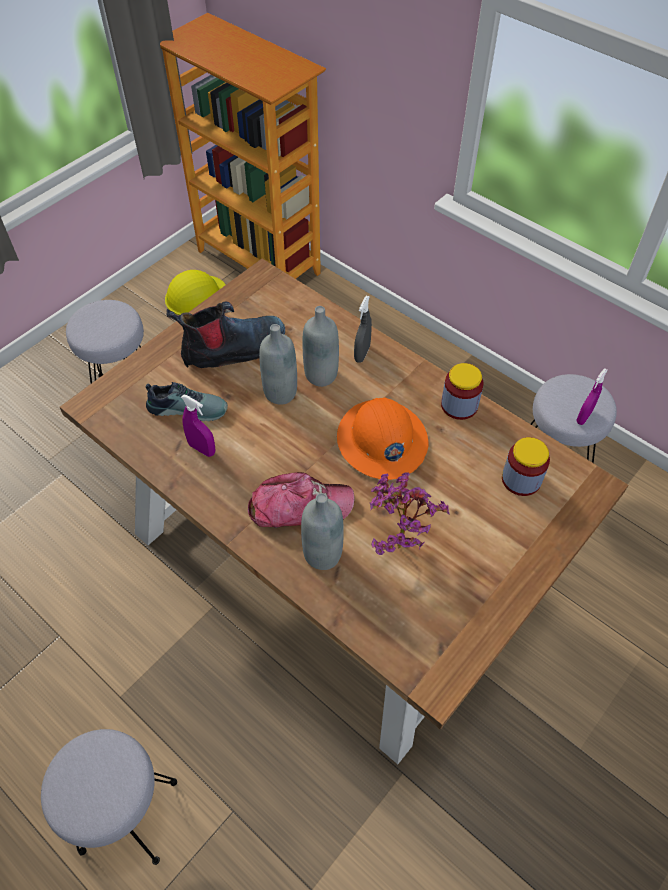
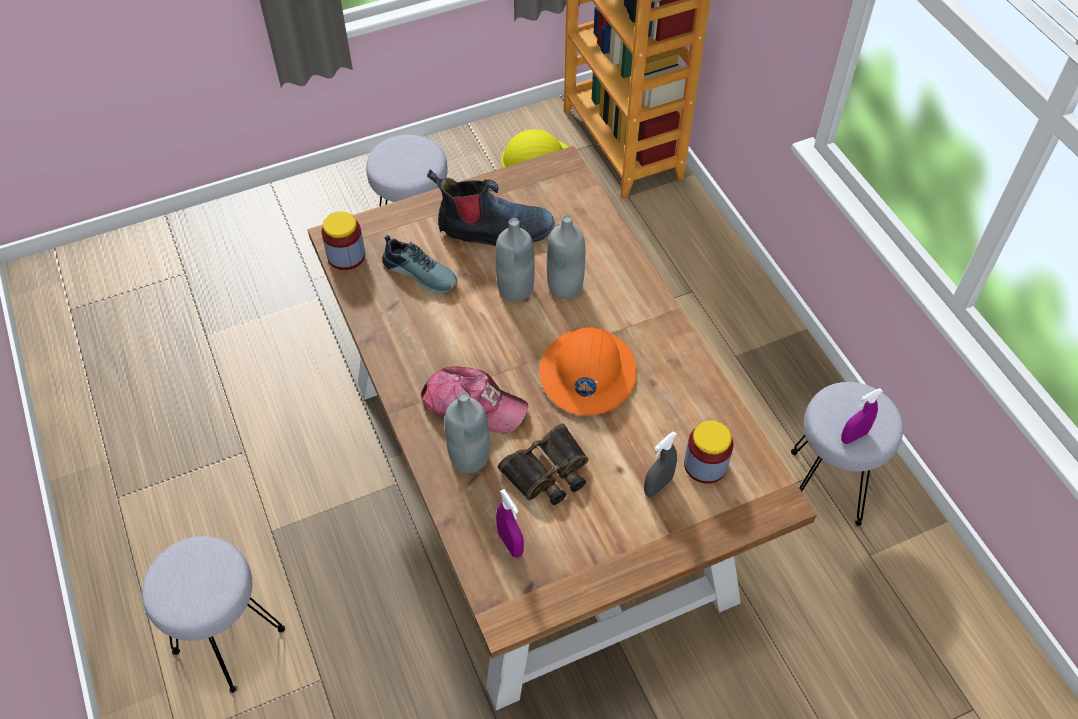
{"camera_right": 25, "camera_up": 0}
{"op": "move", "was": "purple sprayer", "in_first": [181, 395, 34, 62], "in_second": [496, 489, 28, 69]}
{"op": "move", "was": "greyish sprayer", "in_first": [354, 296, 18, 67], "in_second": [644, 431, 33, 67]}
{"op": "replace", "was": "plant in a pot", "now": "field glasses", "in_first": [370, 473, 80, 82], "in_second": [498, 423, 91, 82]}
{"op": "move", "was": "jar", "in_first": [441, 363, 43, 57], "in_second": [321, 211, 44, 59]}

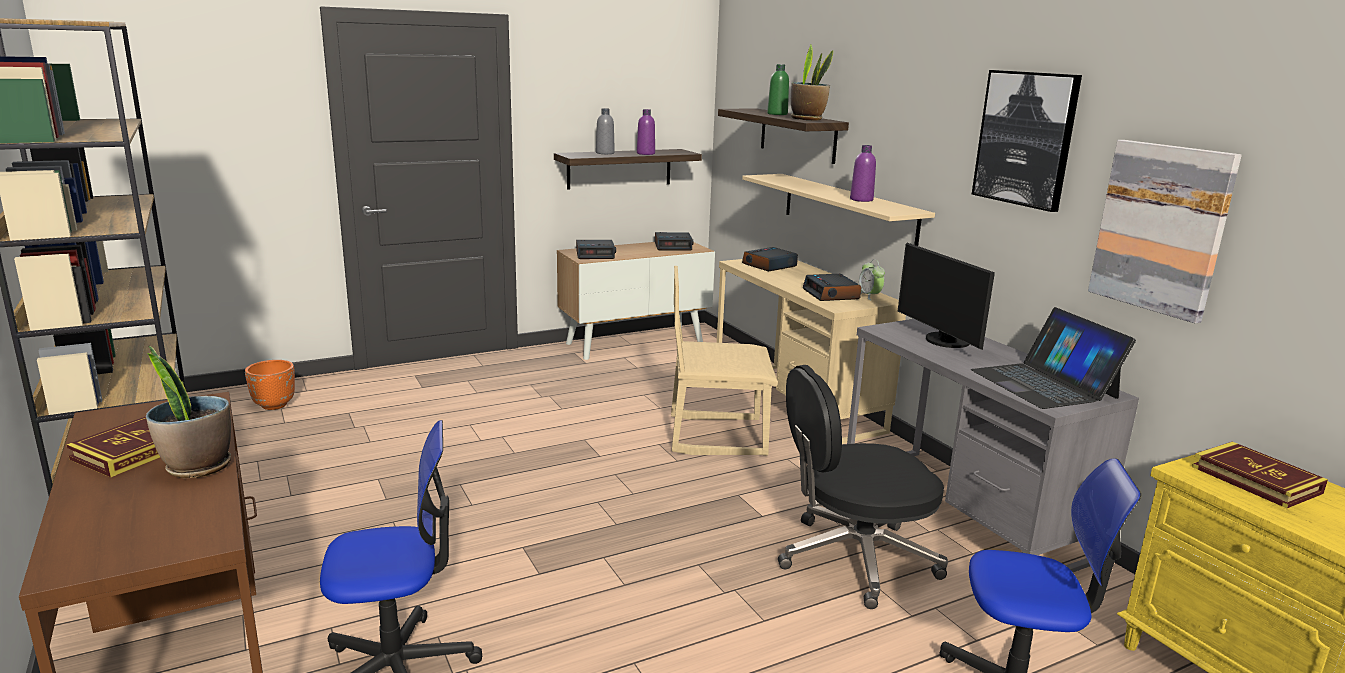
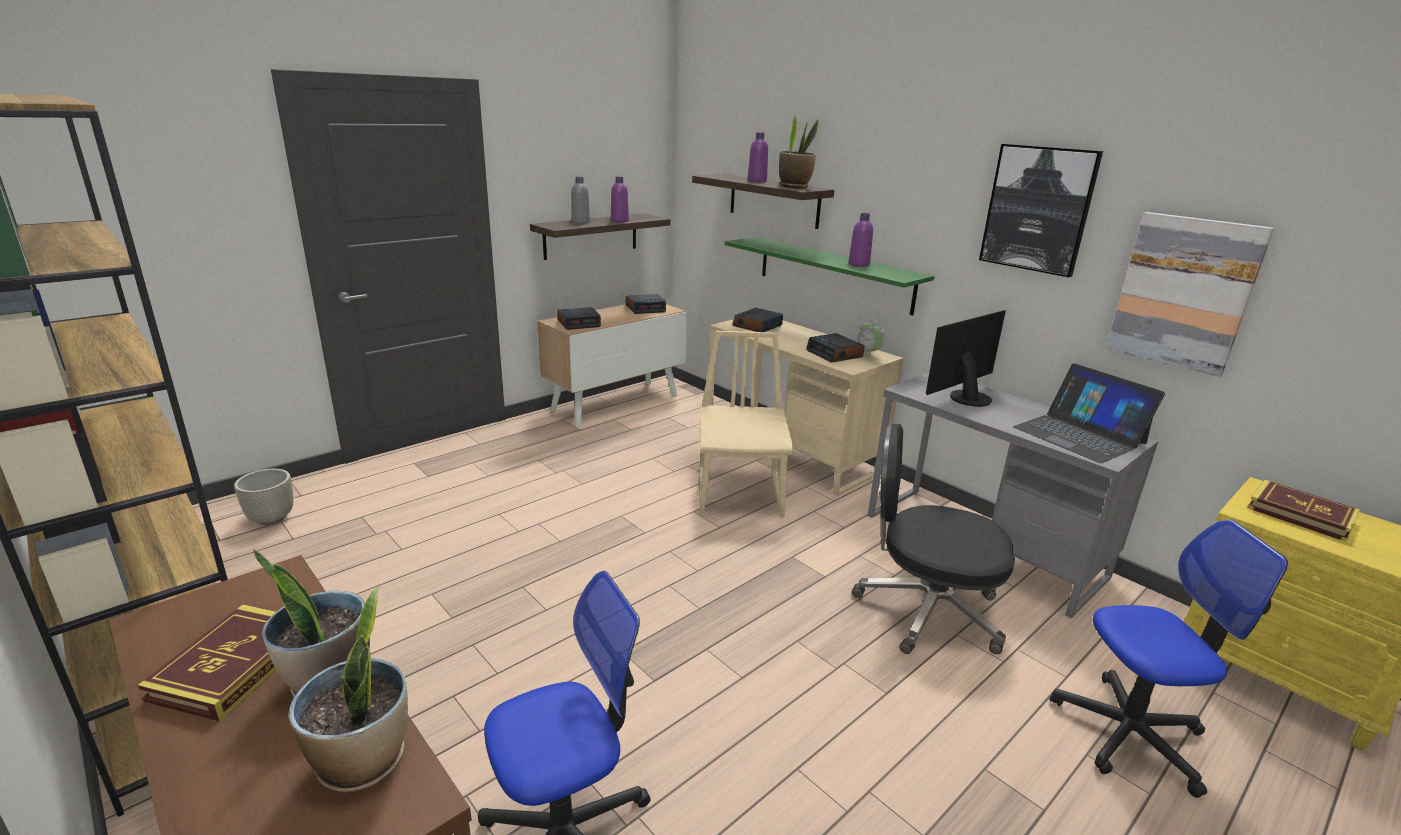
{"camera_right": -15, "camera_up": 5}
{"op": "recolor", "was": "orange flower pot", "now": "greyish flower pot", "in_first": [245, 360, 50, 50], "in_second": [234, 469, 59, 56]}
{"op": "rotate", "was": "sand-coloured plain chair", "in_first": [671, 266, 107, 190], "in_second": [699, 331, 94, 186], "clockwise": 105}
{"op": "recolor", "was": "sand-coloured wall shelf", "now": "greenish wall shelf", "in_first": [742, 174, 193, 72], "in_second": [724, 237, 211, 78]}
{"op": "recolor", "was": "greenish bottle", "now": "purple bottle", "in_first": [767, 64, 22, 51], "in_second": [748, 132, 20, 50]}
{"op": "rotate", "was": "black office chair", "in_first": [778, 365, 170, 244], "in_second": [852, 424, 163, 230], "clockwise": 45}
{"op": "rotate", "was": "computer display", "in_first": [898, 243, 97, 107], "in_second": [926, 310, 80, 97], "clockwise": 90}
{"op": "insert", "now": "plant in a pot", "in_second": [288, 587, 120, 206]}

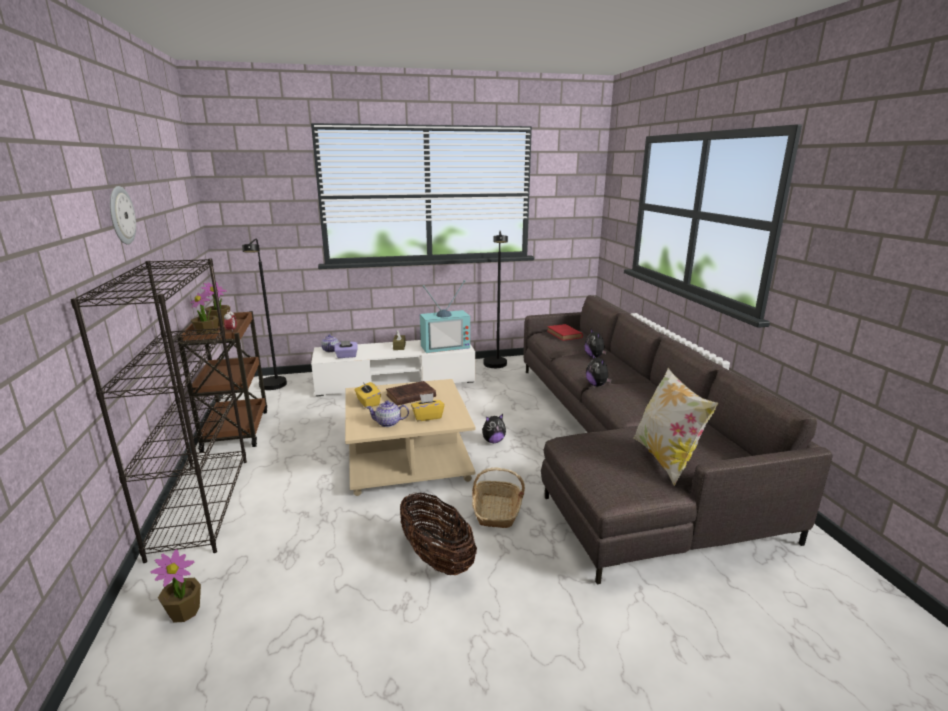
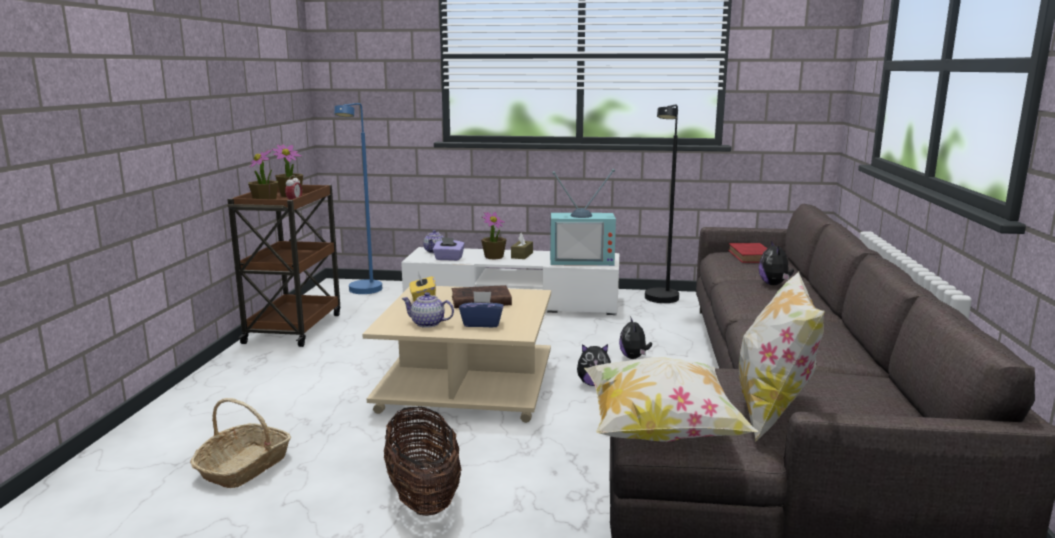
{"camera_right": 20, "camera_up": -5}
{"op": "delete", "was": "black bookcase", "in_first": [70, 259, 177, 304]}
{"op": "delete", "was": "wall clock", "in_first": [110, 186, 26, 59]}
{"op": "move", "was": "plant in a pot", "in_first": [150, 549, 51, 74], "in_second": [481, 212, 26, 48]}
{"op": "recolor", "was": "black standing lamp", "now": "blue standing lamp", "in_first": [242, 239, 45, 151], "in_second": [334, 103, 48, 191]}
{"op": "recolor", "was": "yellow tissue holder", "now": "blue tissue holder", "in_first": [411, 393, 34, 28], "in_second": [459, 291, 45, 36]}
{"op": "move", "was": "storage basket", "in_first": [472, 468, 53, 60], "in_second": [190, 398, 101, 90]}
{"op": "move", "was": "cuddly toy", "in_first": [586, 353, 26, 34], "in_second": [619, 316, 33, 43]}
{"op": "insert", "now": "cushion", "in_second": [584, 357, 175, 85]}

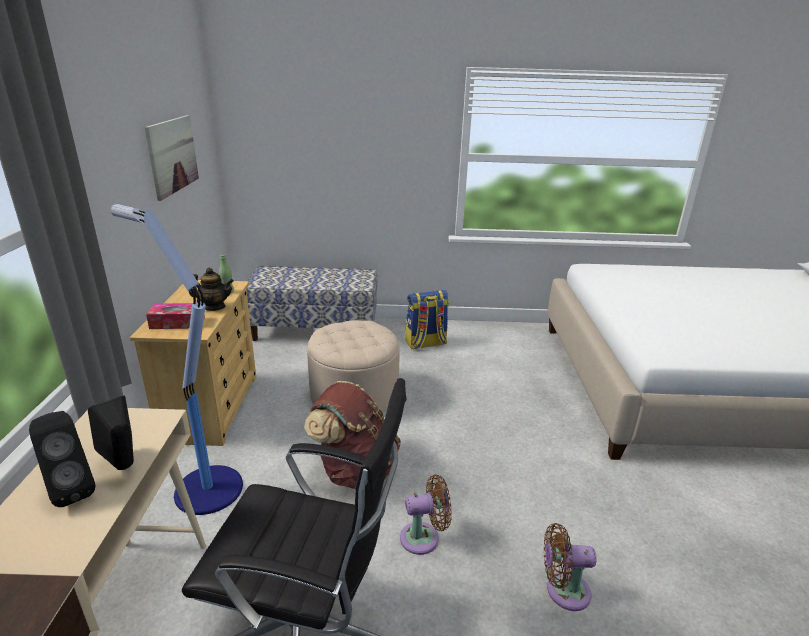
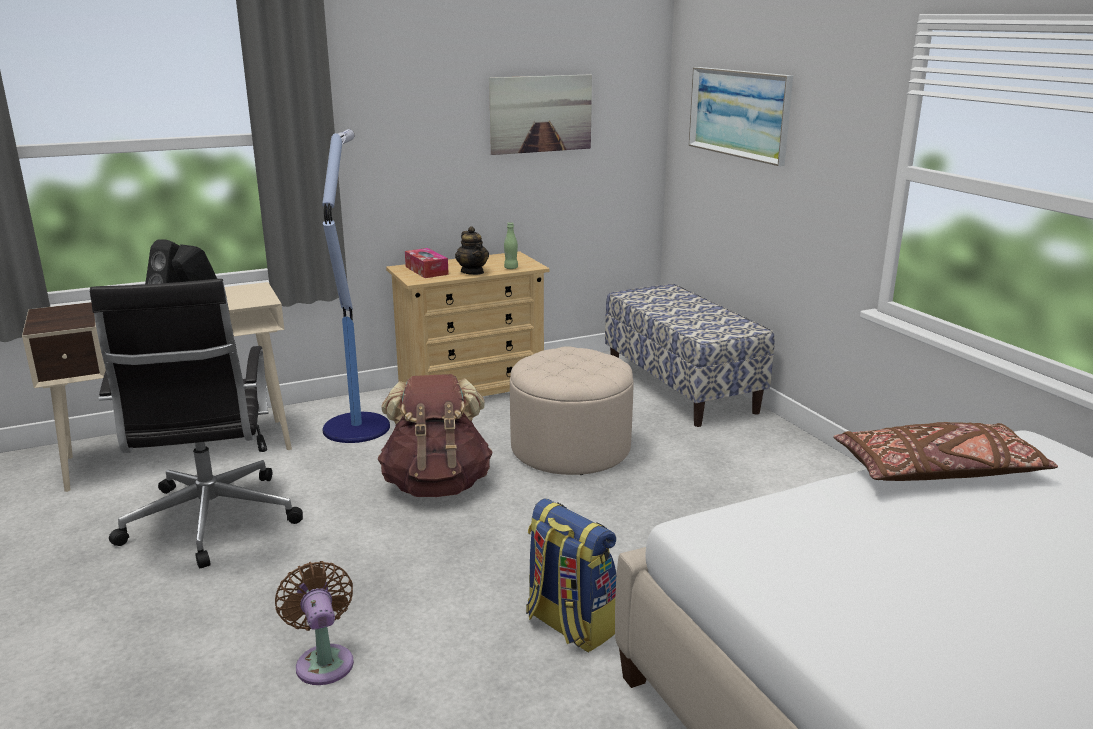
{"camera_right": 65, "camera_up": -5}
{"op": "delete", "was": "brownish electric fan", "in_first": [400, 474, 52, 81]}
{"op": "move", "was": "rucksack", "in_first": [405, 290, 44, 59], "in_second": [526, 498, 90, 154]}
{"op": "insert", "now": "wall art", "in_second": [689, 67, 104, 99]}
{"op": "insert", "now": "brownish cushion", "in_second": [833, 422, 225, 59]}

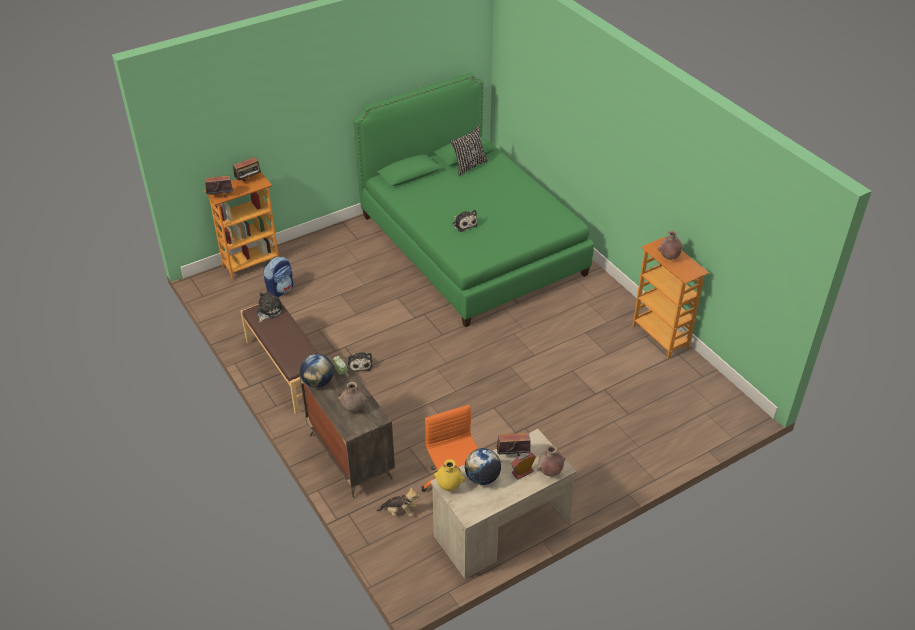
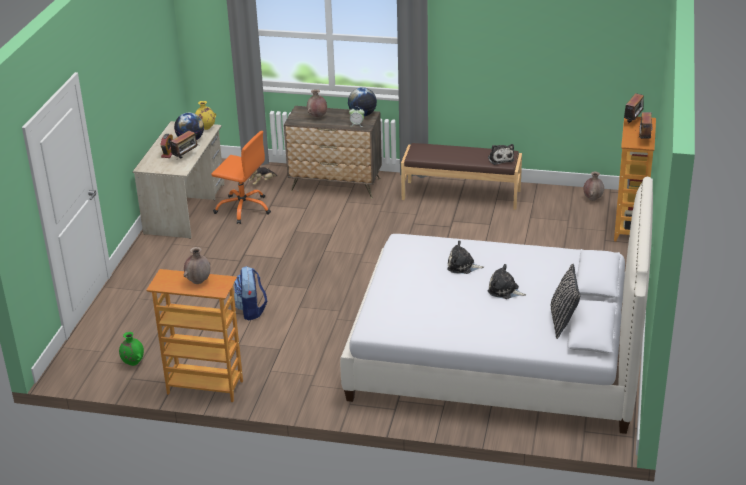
{"camera_right": 135, "camera_up": -10}
{"op": "move", "was": "rucksack", "in_first": [263, 257, 30, 40], "in_second": [234, 266, 34, 54]}
{"op": "move", "was": "cuddly toy", "in_first": [348, 352, 25, 21], "in_second": [488, 264, 38, 35]}
{"op": "recolor", "was": "greenish bedroom bed", "now": "white-coloured bedroom bed", "in_first": [353, 73, 241, 254], "in_second": [340, 177, 313, 257]}
{"op": "move", "was": "brownish flower vase", "in_first": [537, 445, 28, 31], "in_second": [583, 172, 21, 29]}
{"op": "insert", "now": "greenish flower vase", "in_second": [119, 332, 25, 34]}

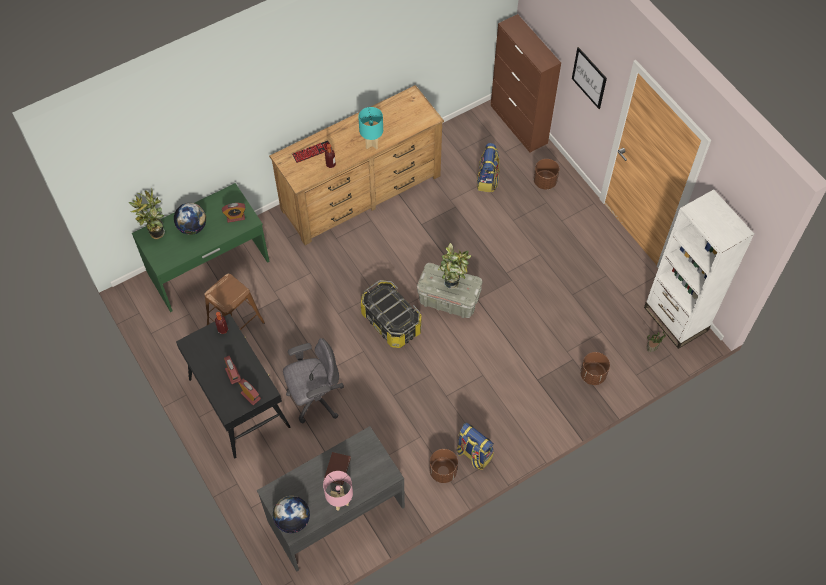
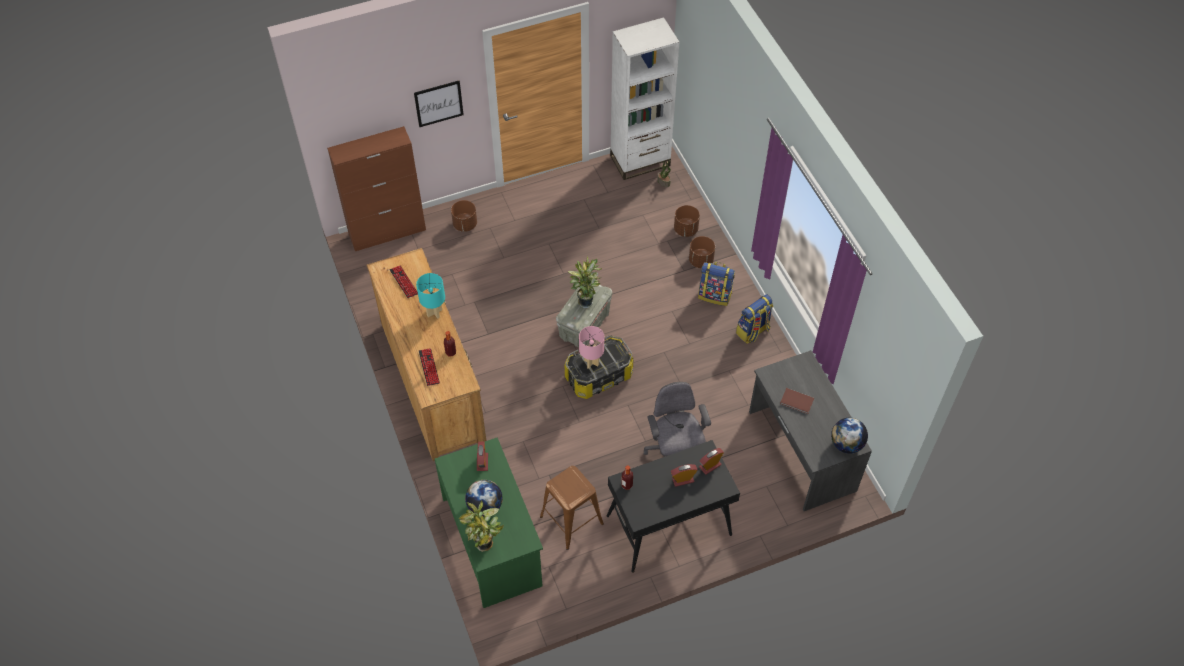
{"camera_right": -80, "camera_up": -5}
{"op": "move", "was": "pink-coloured table lamp", "in_first": [323, 471, 30, 40], "in_second": [579, 326, 25, 43]}
{"op": "move", "was": "brownish flower pot", "in_first": [430, 449, 28, 34], "in_second": [689, 236, 26, 32]}
{"op": "move", "was": "rucksack", "in_first": [477, 143, 23, 50], "in_second": [698, 262, 37, 44]}
{"op": "insert", "now": "keyboard", "in_second": [389, 266, 29, 32]}

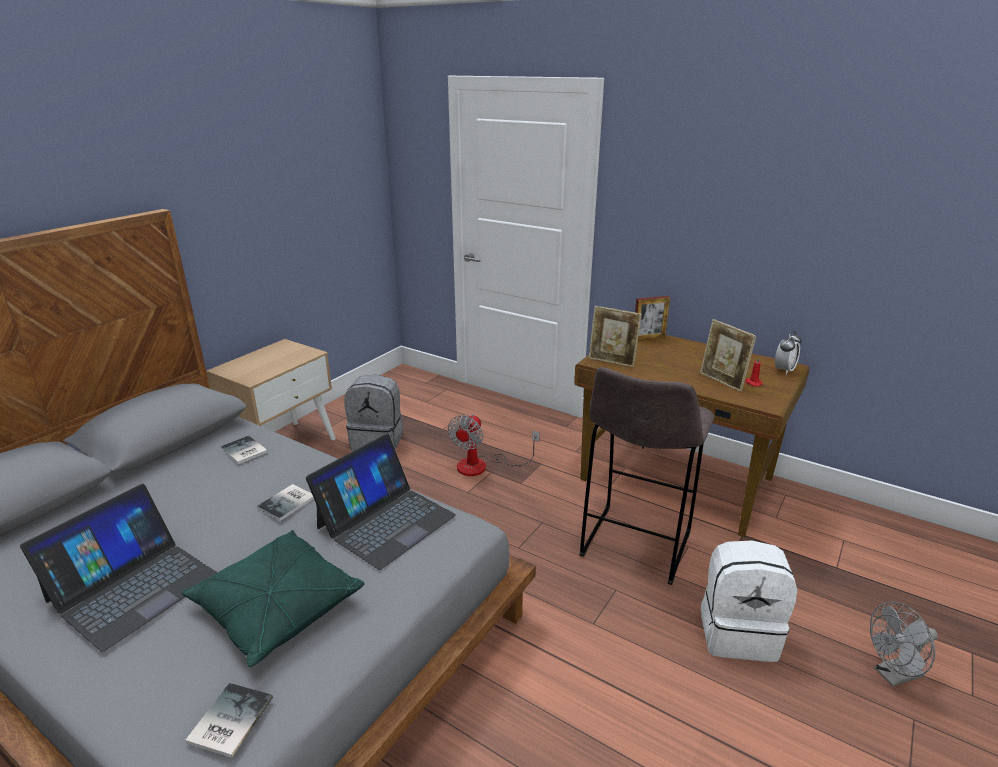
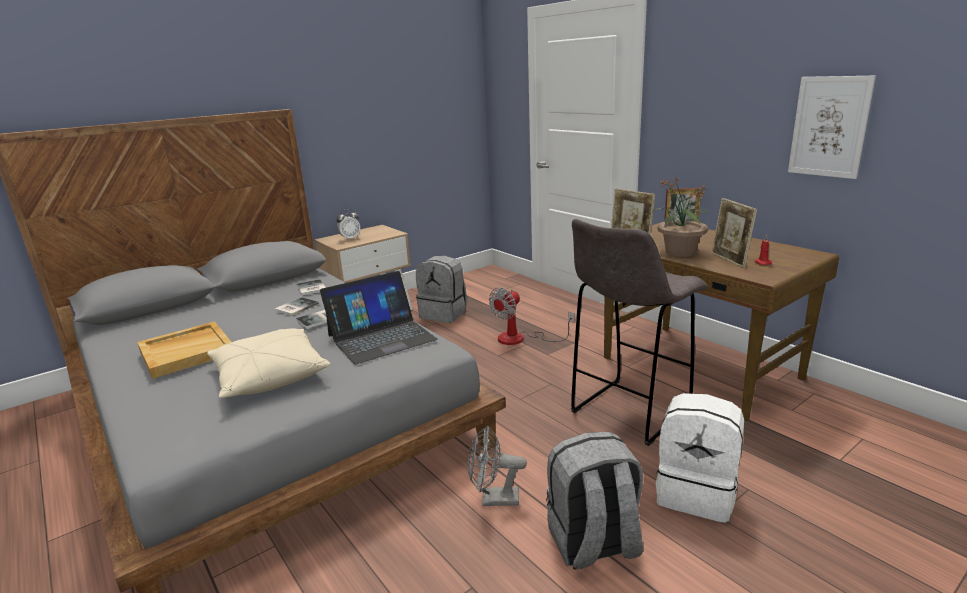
{"camera_right": 20, "camera_up": -5}
{"op": "replace", "was": "laptop", "now": "sand-coloured serving tray", "in_first": [20, 484, 198, 168], "in_second": [137, 321, 94, 58]}
{"op": "recolor", "was": "greenish cushion", "now": "sand-coloured cushion", "in_first": [182, 530, 182, 137], "in_second": [207, 328, 123, 70]}
{"op": "move", "was": "bound book", "in_first": [185, 683, 88, 75], "in_second": [274, 297, 45, 19]}
{"op": "move", "was": "bedside clock", "in_first": [775, 331, 27, 44], "in_second": [336, 209, 24, 32]}
{"op": "move", "was": "greyish electric fan", "in_first": [870, 602, 68, 85], "in_second": [468, 425, 59, 81]}
{"op": "insert", "now": "greyish rucksack", "in_second": [546, 432, 97, 137]}
{"op": "insert", "now": "plant in a pot", "in_second": [652, 178, 56, 79]}
{"op": "insert", "now": "wall art", "in_second": [788, 76, 88, 103]}

